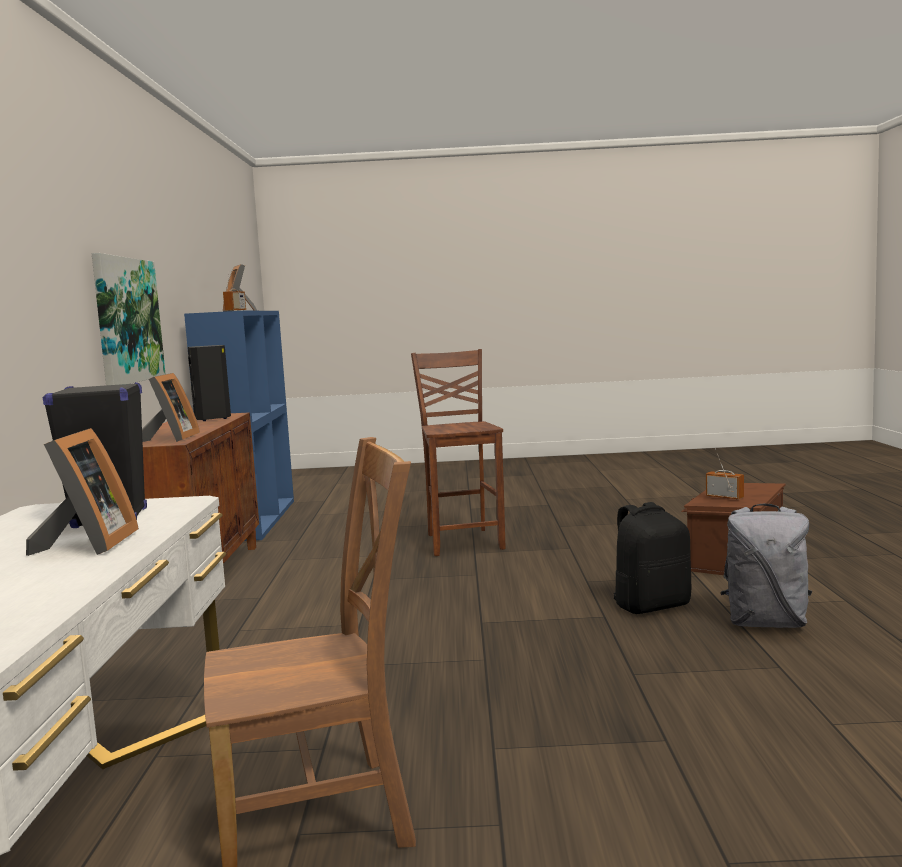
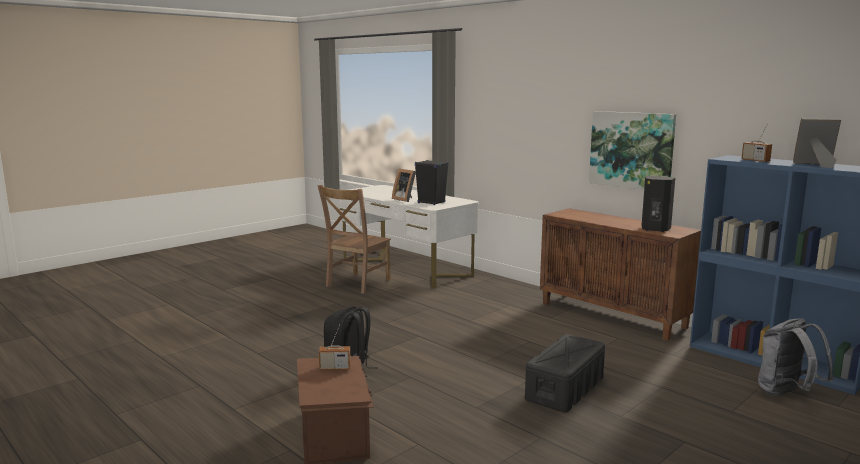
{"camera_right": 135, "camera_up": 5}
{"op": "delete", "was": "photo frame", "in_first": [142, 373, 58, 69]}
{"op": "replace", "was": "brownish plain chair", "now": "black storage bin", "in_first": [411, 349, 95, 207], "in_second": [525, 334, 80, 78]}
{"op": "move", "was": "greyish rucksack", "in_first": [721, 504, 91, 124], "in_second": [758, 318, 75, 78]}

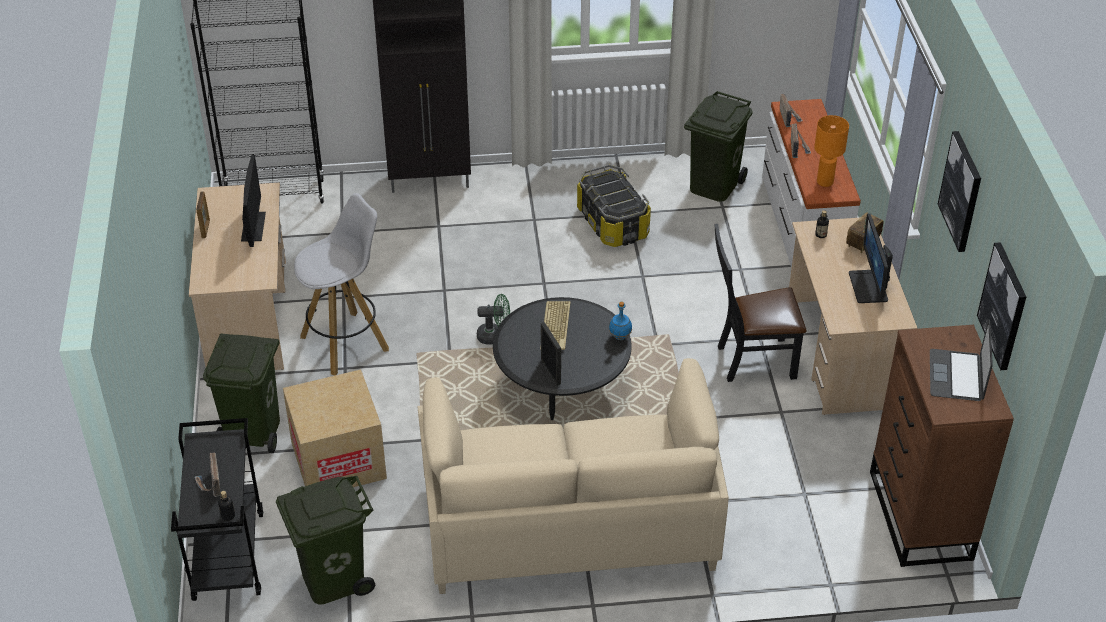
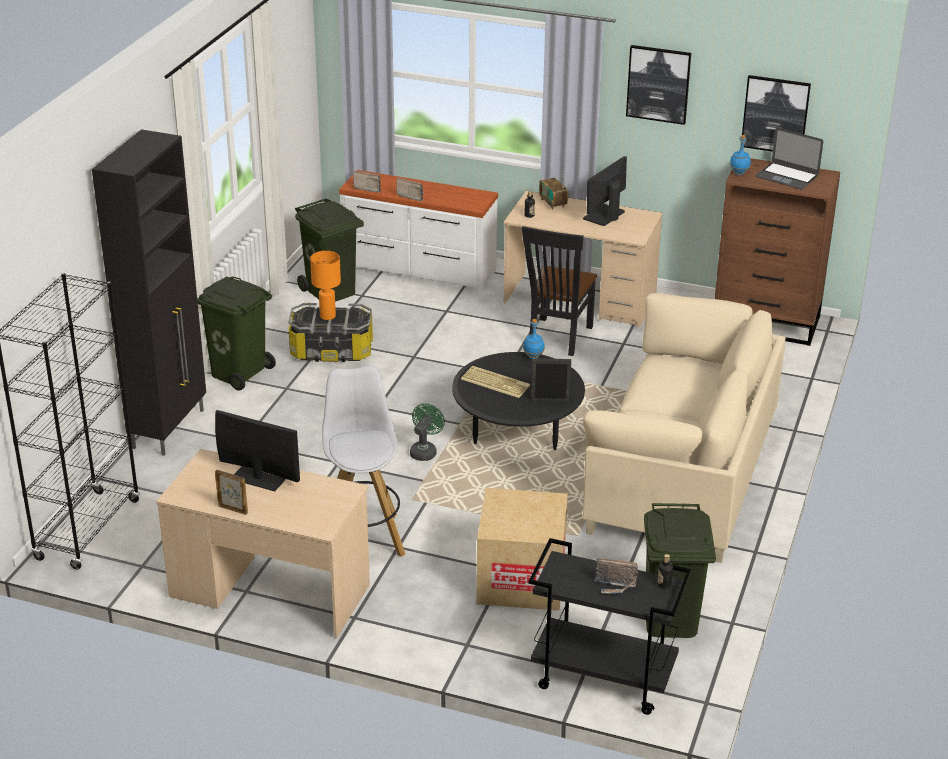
{"camera_right": -65, "camera_up": -10}
{"op": "move", "was": "greenish trash can", "in_first": [203, 334, 77, 119], "in_second": [197, 276, 79, 115]}
{"op": "move", "was": "orange table lamp", "in_first": [814, 115, 35, 72], "in_second": [310, 251, 31, 69]}
{"op": "rotate", "was": "computer display", "in_first": [849, 213, 44, 90], "in_second": [583, 156, 44, 70], "clockwise": 105}
{"op": "insert", "now": "blue bottle", "in_second": [730, 135, 21, 40]}

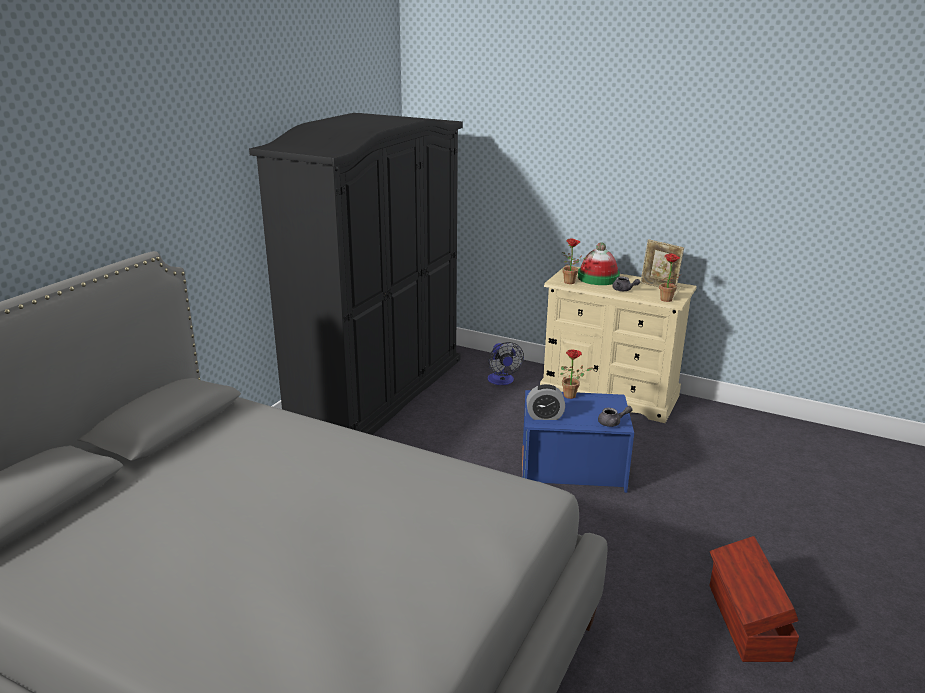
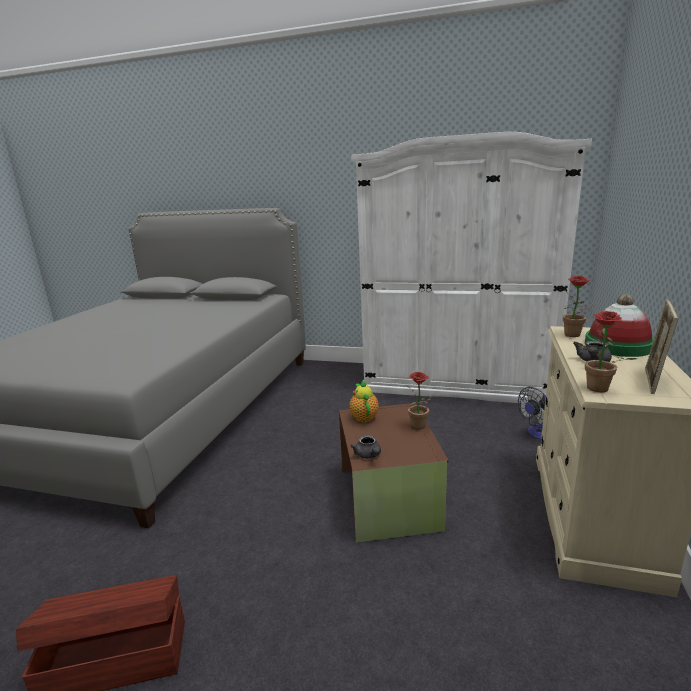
{"camera_right": 80, "camera_up": -5}
{"op": "recolor", "was": "black clothes cupboard", "now": "white-coloured clothes cupboard", "in_first": [249, 113, 214, 322], "in_second": [351, 132, 241, 271]}
{"op": "recolor", "was": "blue storage bin", "now": "brownish storage bin", "in_first": [522, 390, 112, 103], "in_second": [339, 403, 110, 139]}
{"op": "replace", "was": "bedside clock", "now": "pot for tea", "in_first": [526, 384, 39, 36], "in_second": [349, 380, 30, 43]}

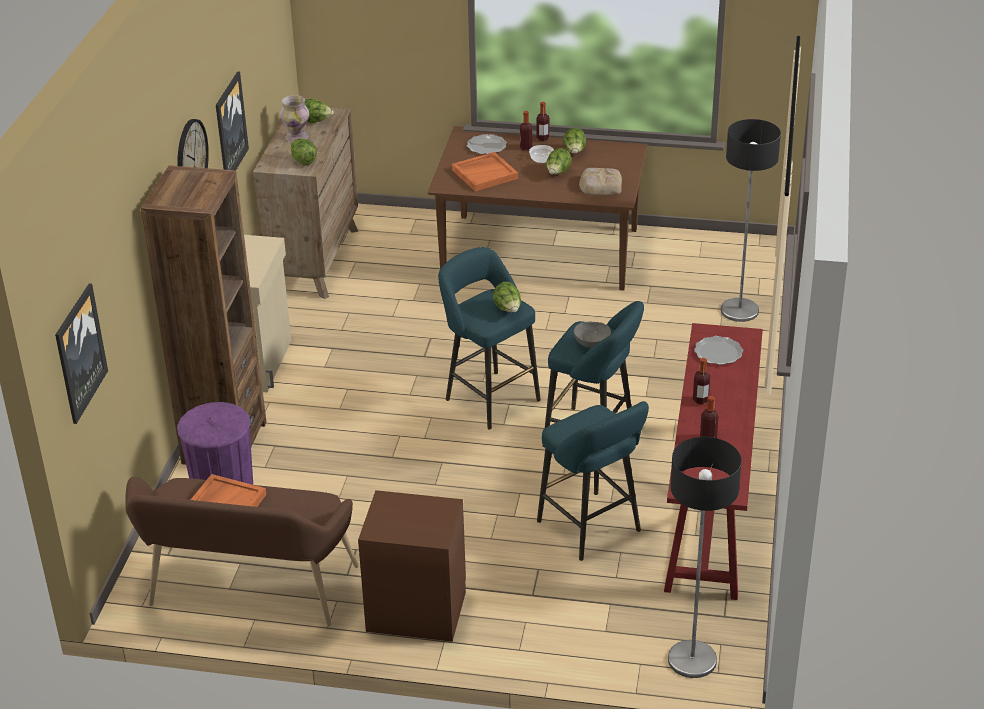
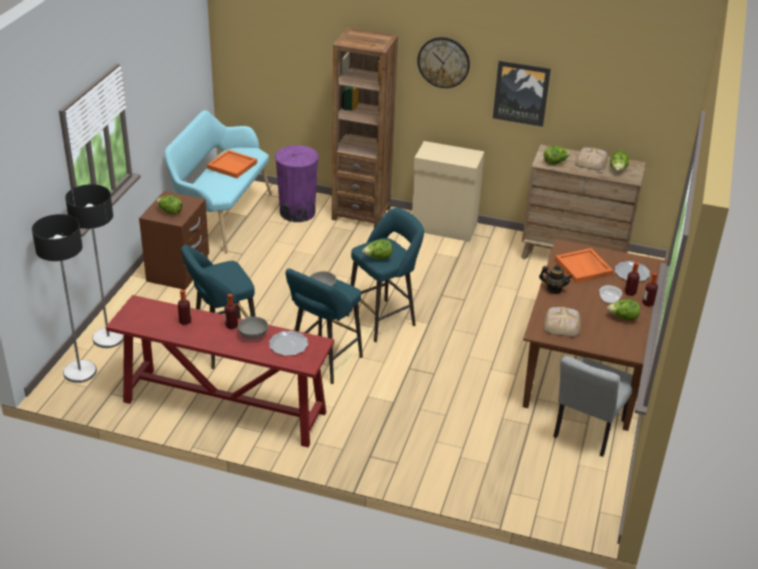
{"camera_right": 95, "camera_up": 0}
{"op": "delete", "was": "wall art", "in_first": [55, 283, 53, 141]}
{"op": "recolor", "was": "brownish long seat", "now": "turquoise long seat", "in_first": [125, 477, 234, 150], "in_second": [164, 110, 108, 144]}
{"op": "replace", "was": "flower vase", "now": "bakery bread", "in_first": [280, 95, 29, 47], "in_second": [575, 147, 33, 23]}
{"op": "move", "was": "head of lettuce", "in_first": [546, 148, 26, 26], "in_second": [156, 195, 26, 20]}
{"op": "move", "was": "standing lamp", "in_first": [721, 119, 60, 203], "in_second": [65, 184, 59, 164]}
{"op": "insert", "now": "greyish deep dish", "in_second": [238, 317, 30, 22]}
{"op": "insert", "now": "pot for tea", "in_second": [539, 265, 34, 28]}
{"op": "insert", "now": "greyish plain chair", "in_second": [553, 356, 80, 101]}

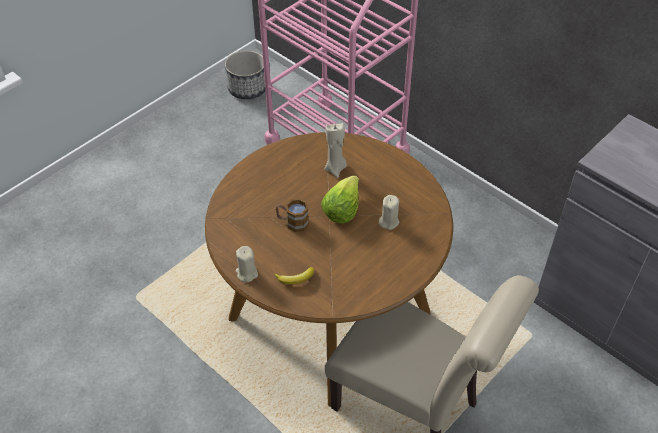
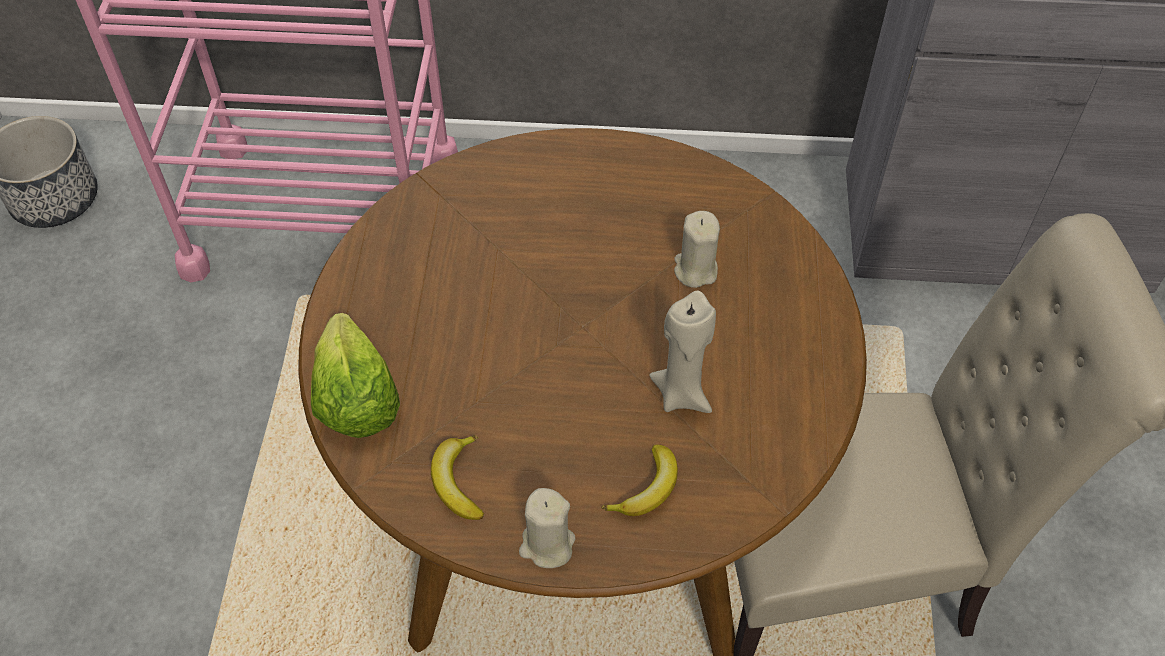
{"camera_right": -40, "camera_up": 5}
{"op": "delete", "was": "coffee mug", "in_first": [276, 198, 33, 34]}
{"op": "move", "was": "head of lettuce", "in_first": [321, 175, 38, 49], "in_second": [311, 313, 89, 125]}
{"op": "move", "was": "sand-coloured wax light", "in_first": [324, 123, 23, 55], "in_second": [649, 291, 67, 122]}
{"op": "insert", "now": "banana", "in_second": [431, 435, 53, 85]}

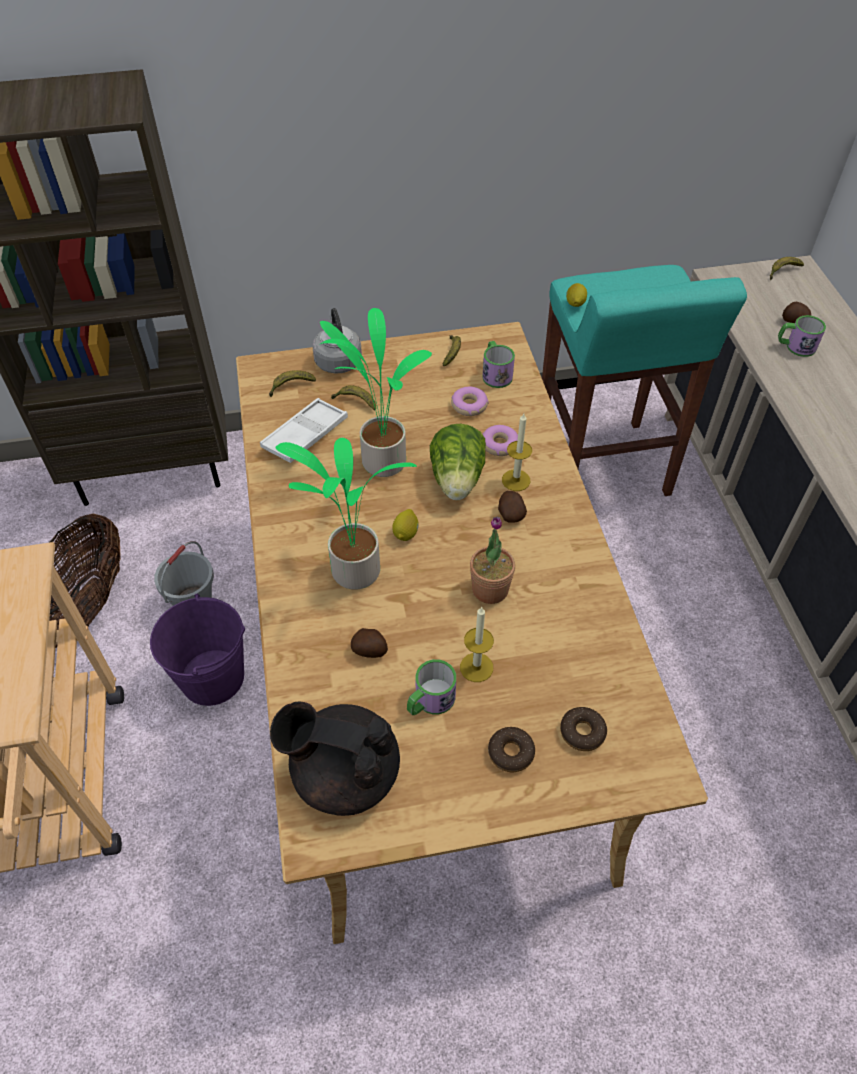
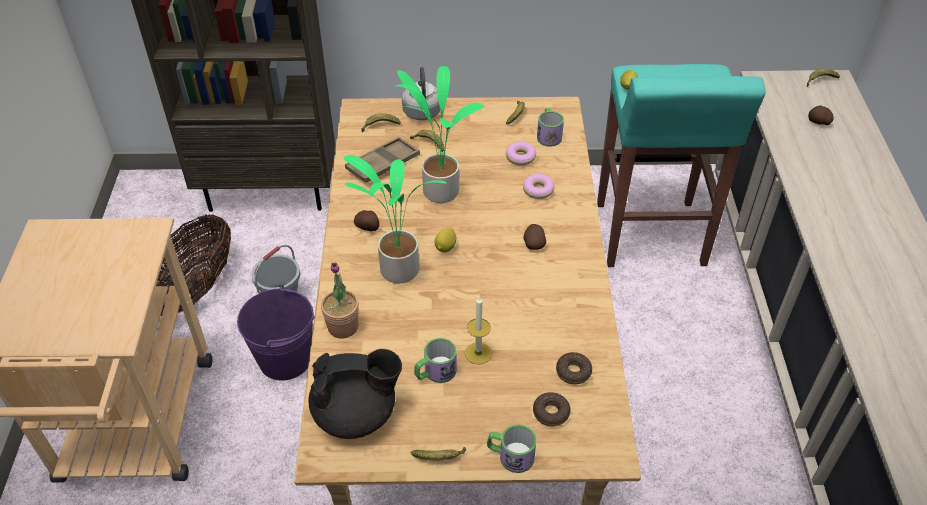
{"camera_right": 10, "camera_up": -5}
{"op": "recolor", "was": "white-coloured serving tray", "now": "brownish serving tray", "in_first": [260, 398, 88, 65], "in_second": [345, 137, 75, 46]}
{"op": "rotate", "was": "black pot for tea", "in_first": [270, 701, 130, 115], "in_second": [308, 349, 94, 90], "clockwise": 150}
{"op": "move", "was": "whole potato", "in_first": [351, 628, 37, 30], "in_second": [354, 210, 25, 21]}
{"op": "delete", "was": "head of lettuce", "in_first": [430, 424, 56, 76]}
{"op": "move", "was": "plant in a pot", "in_first": [470, 517, 45, 87], "in_second": [321, 263, 38, 76]}
{"op": "move", "was": "doughnut", "in_first": [488, 727, 47, 45], "in_second": [556, 352, 36, 32]}
{"op": "delete", "was": "wax light", "in_first": [502, 414, 30, 77]}
{"op": "move", "was": "coffee mug", "in_first": [778, 315, 48, 42], "in_second": [487, 424, 50, 49]}
{"op": "insert", "now": "banana", "in_second": [411, 447, 55, 13]}

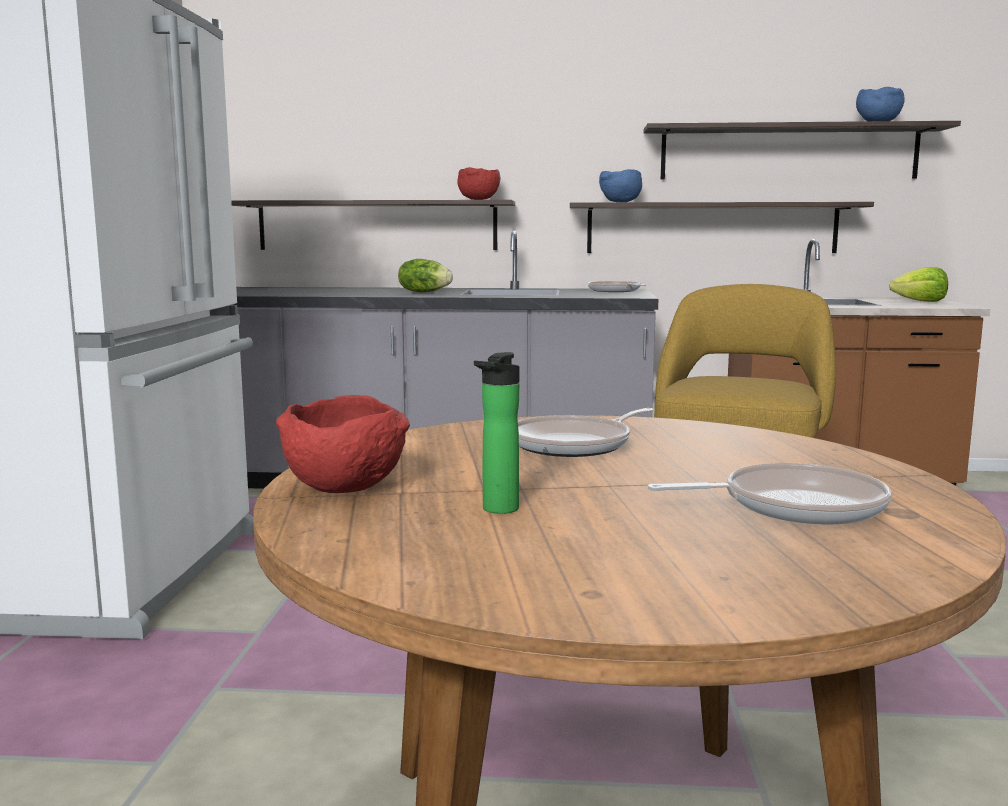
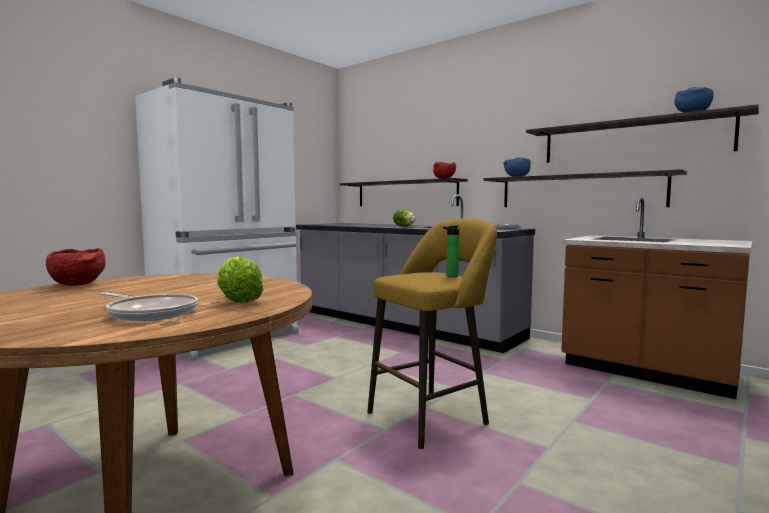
{"camera_right": 35, "camera_up": -5}
{"op": "move", "was": "bottle", "in_first": [474, 352, 45, 162], "in_second": [443, 225, 16, 52]}
{"op": "delete", "was": "skillet", "in_first": [518, 408, 136, 49]}
{"op": "move", "was": "head of lettuce", "in_first": [889, 267, 59, 35], "in_second": [217, 256, 46, 48]}

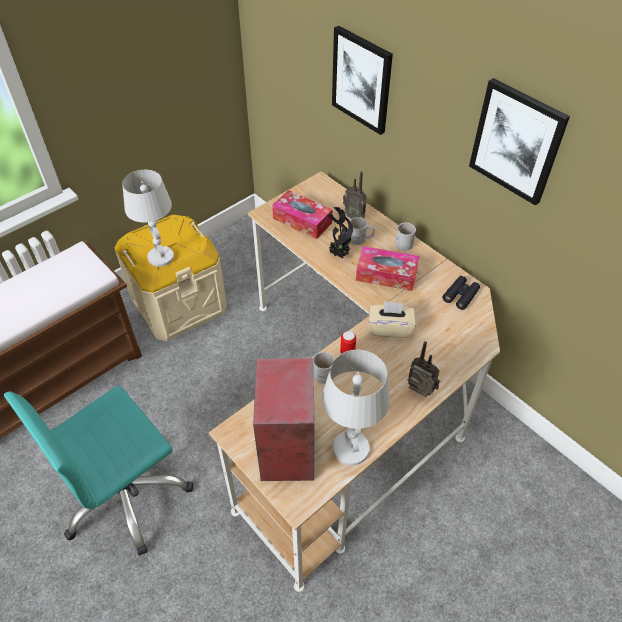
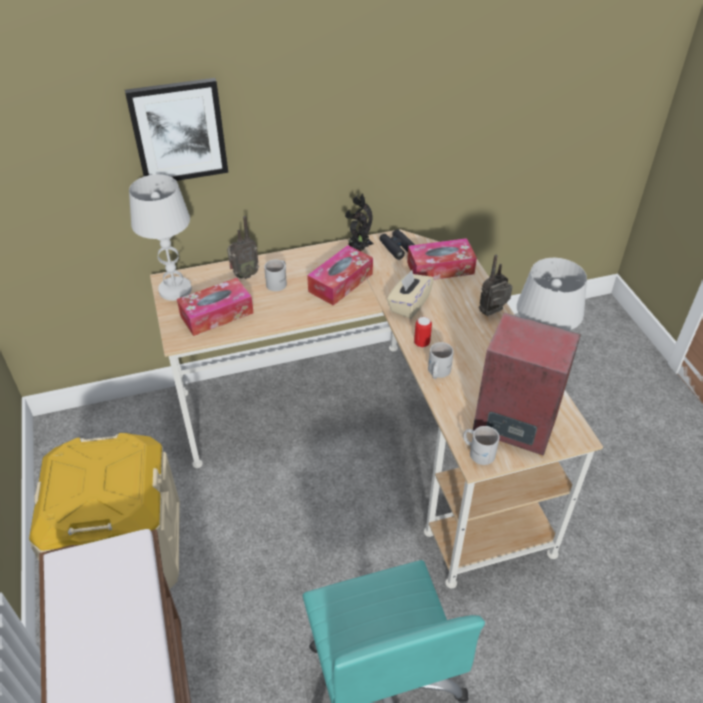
{"camera_right": -65, "camera_up": -5}
{"op": "move", "was": "white-coloured table lamp", "in_first": [122, 170, 52, 97], "in_second": [129, 174, 63, 127]}
{"op": "move", "was": "plant in a pot", "in_first": [327, 207, 26, 52], "in_second": [345, 194, 29, 57]}
{"op": "move", "was": "white-coloured coffee mug", "in_first": [395, 222, 21, 29], "in_second": [463, 426, 36, 39]}
{"op": "delete", "was": "wall art", "in_first": [469, 78, 101, 128]}
{"op": "insert", "now": "tissue holder", "in_second": [407, 238, 70, 42]}

